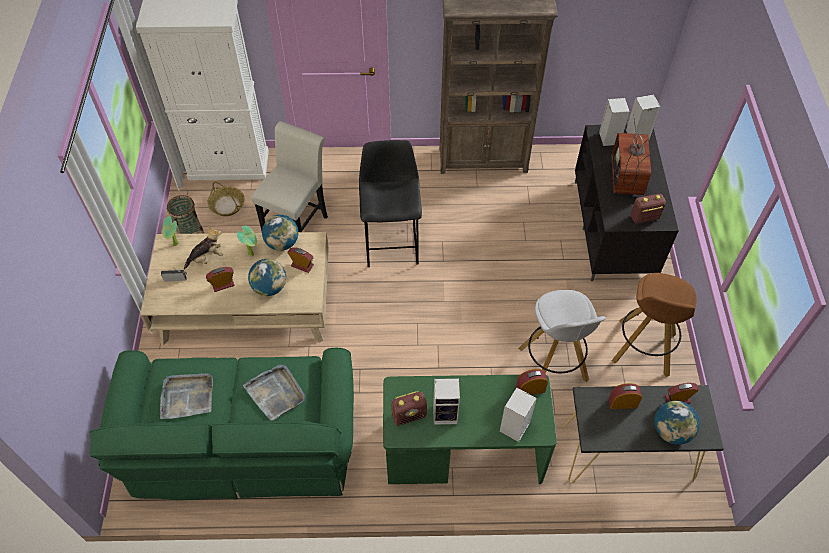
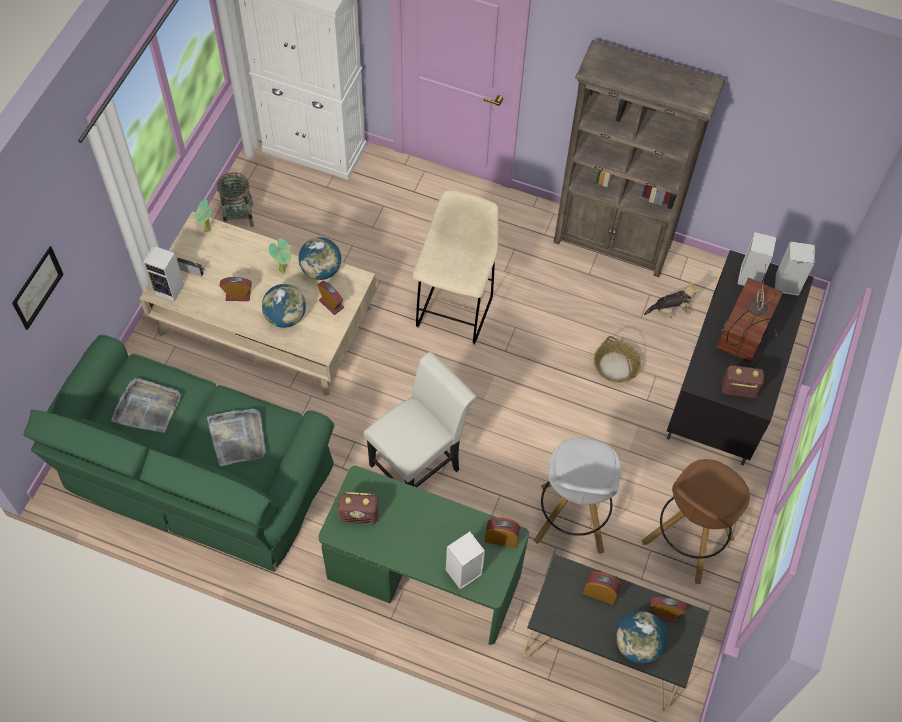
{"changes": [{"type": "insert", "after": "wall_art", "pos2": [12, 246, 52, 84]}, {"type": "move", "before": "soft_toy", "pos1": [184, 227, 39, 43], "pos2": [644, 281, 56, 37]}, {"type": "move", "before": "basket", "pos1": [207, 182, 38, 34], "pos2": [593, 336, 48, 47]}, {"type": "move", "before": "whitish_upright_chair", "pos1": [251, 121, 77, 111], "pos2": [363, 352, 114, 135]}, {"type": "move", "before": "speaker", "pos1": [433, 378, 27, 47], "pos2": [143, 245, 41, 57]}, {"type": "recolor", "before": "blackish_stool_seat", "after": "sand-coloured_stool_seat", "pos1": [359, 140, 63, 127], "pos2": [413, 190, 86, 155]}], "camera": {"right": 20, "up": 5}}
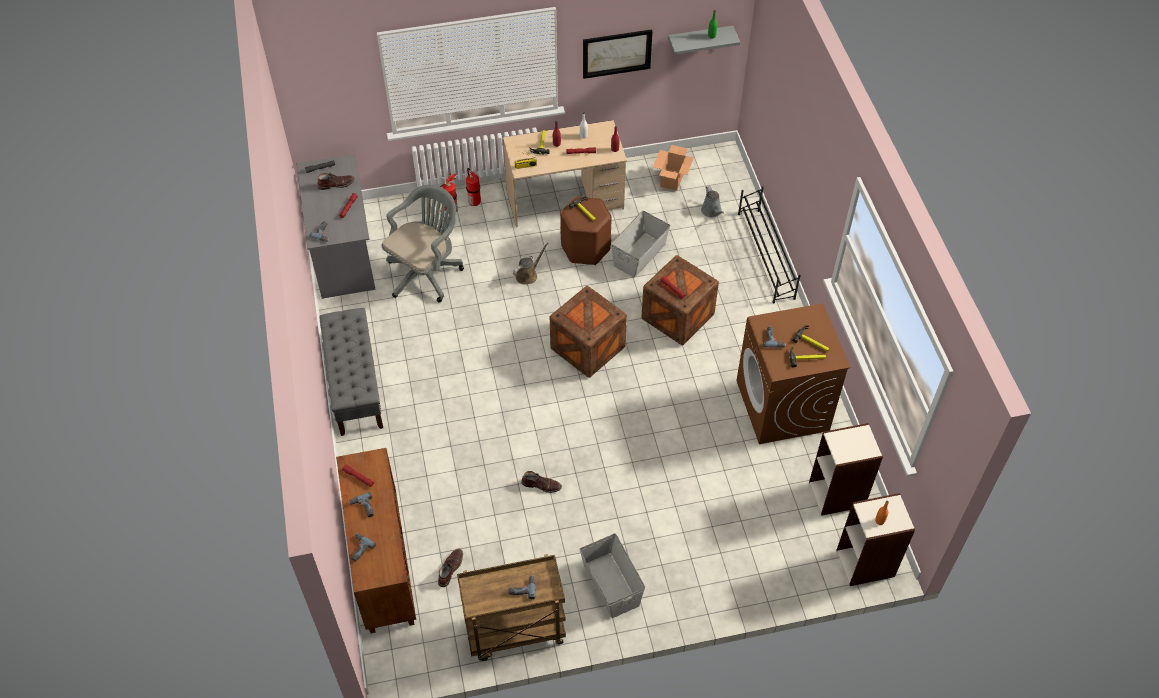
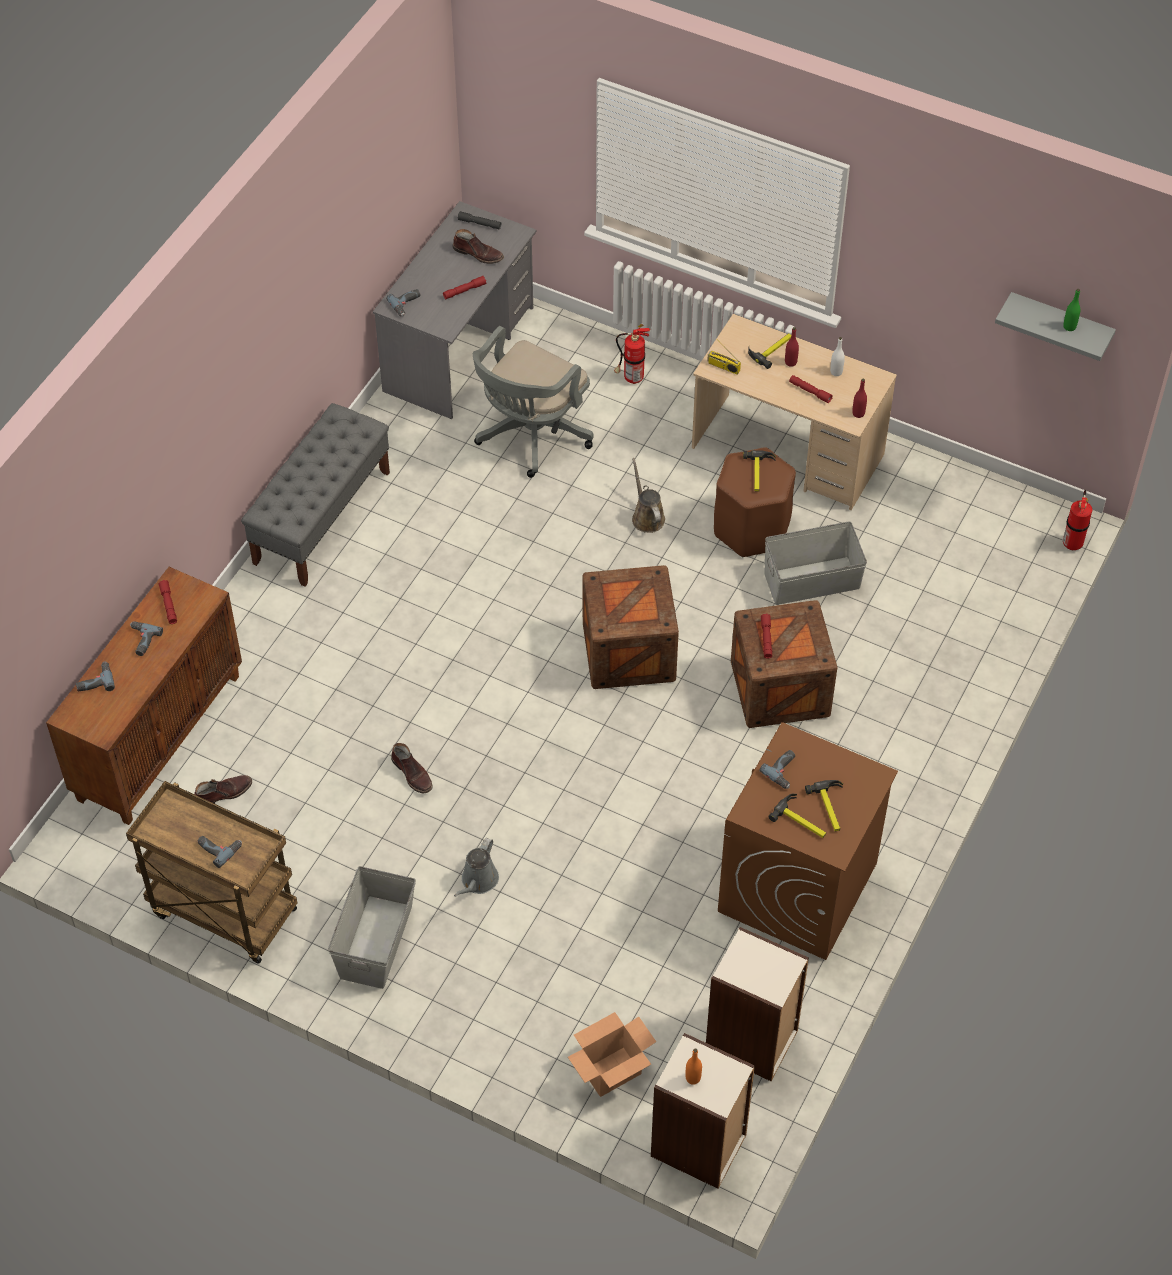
{"changes": [{"type": "delete", "before": "wall_art", "pos1": [583, 29, 69, 50]}, {"type": "delete", "before": "blackish_shoe_rack", "pos1": [738, 186, 63, 117]}, {"type": "move", "before": "extinguisher", "pos1": [466, 168, 15, 38], "pos2": [1063, 490, 29, 60]}, {"type": "move", "before": "carton", "pos1": [653, 145, 41, 46], "pos2": [568, 1012, 88, 85]}, {"type": "move", "before": "grey_sprinkling_can", "pos1": [701, 186, 23, 31], "pos2": [454, 838, 45, 59]}, {"type": "rotate", "before": "grey_office_chair", "pos1": [382, 185, 82, 117], "pos2": [473, 326, 121, 152], "turn": 135}, {"type": "rotate", "before": "brownish_sprinkling_can", "pos1": [513, 243, 36, 42], "pos2": [632, 458, 33, 75], "turn": -105}], "camera": {"right": 40, "up": 0}}
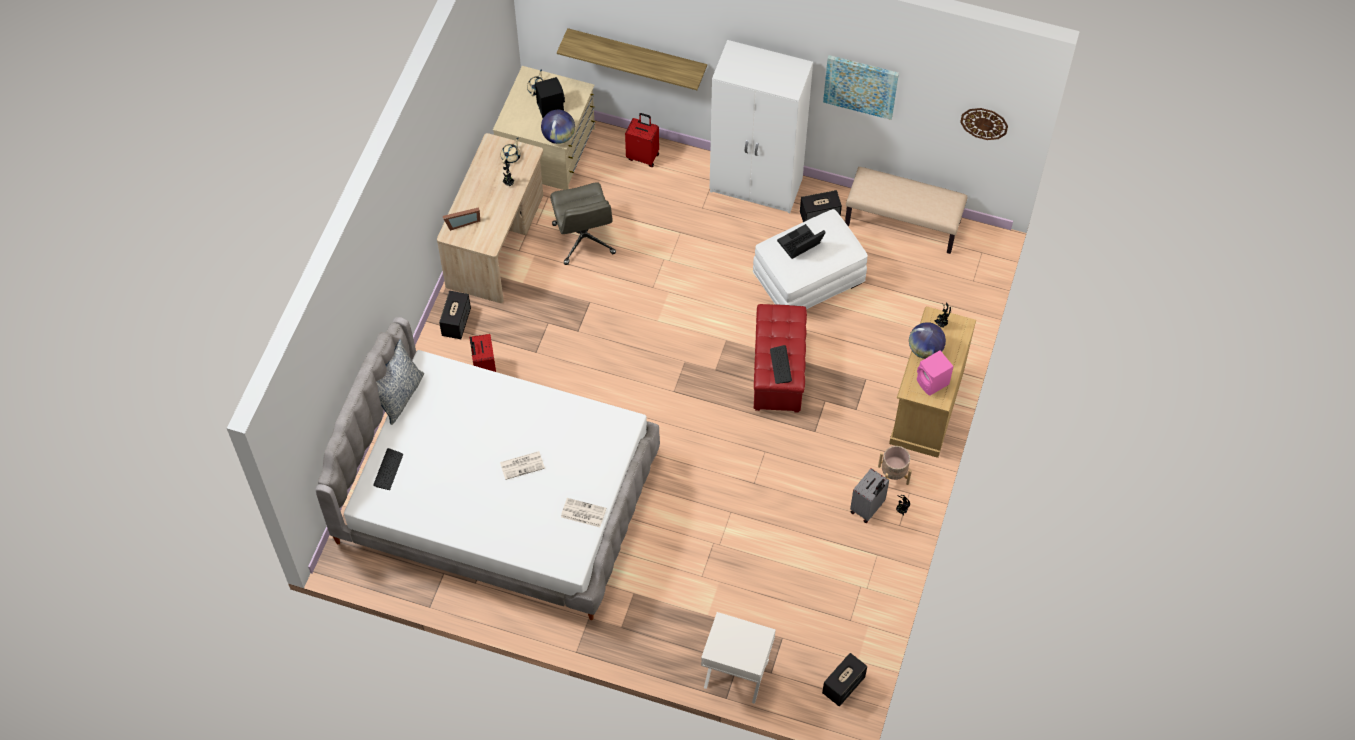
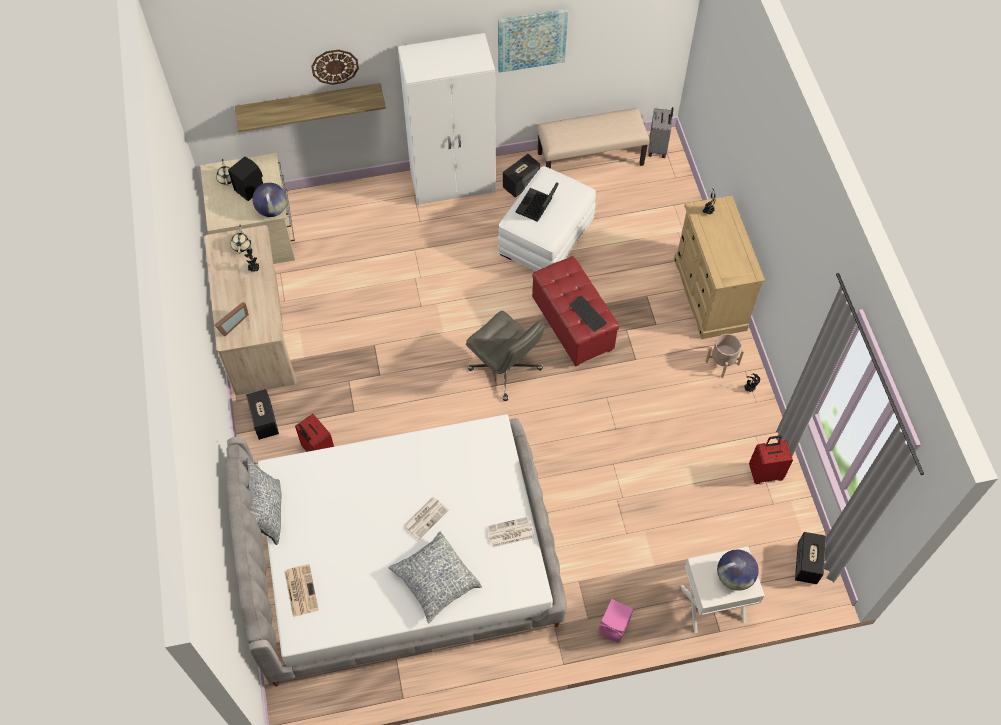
{"changes": [{"type": "insert", "after": "throw_pillow", "pos2": [389, 531, 93, 92]}, {"type": "move", "before": "grey_office_chair", "pos1": [550, 182, 66, 83], "pos2": [466, 311, 79, 90]}, {"type": "move", "before": "red-coloured_travel_case", "pos1": [625, 113, 34, 54], "pos2": [749, 435, 44, 49]}, {"type": "move", "before": "grey_travel_case", "pos1": [850, 468, 39, 55], "pos2": [648, 107, 25, 51]}, {"type": "move", "before": "globe", "pos1": [909, 322, 37, 37], "pos2": [717, 550, 42, 41]}, {"type": "move", "before": "pinkish_speaker", "pos1": [917, 350, 37, 46], "pos2": [598, 599, 35, 44]}, {"type": "move", "before": "wall_clock", "pos1": [960, 108, 48, 32], "pos2": [311, 49, 48, 36]}, {"type": "replace", "before": "PC_keyboard", "after": "printed_paper", "pos1": [373, 448, 30, 42], "pos2": [285, 564, 34, 53]}], "camera": {"right": -30, "up": 0}}
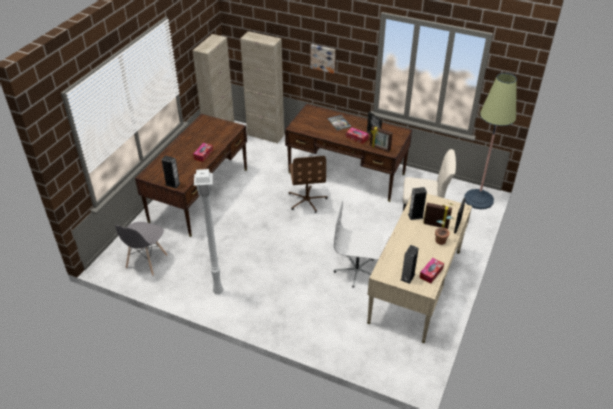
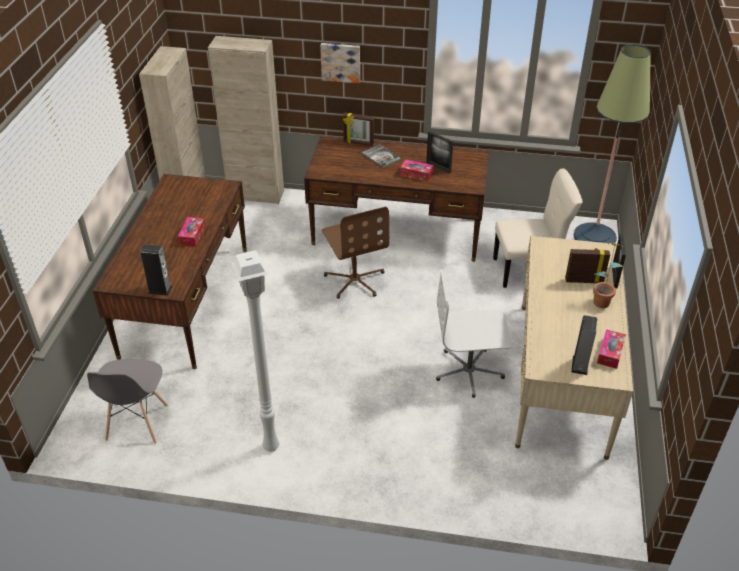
{"changes": [{"type": "delete", "before": "speaker", "pos1": [408, 187, 19, 33]}, {"type": "move", "before": "photo_frame", "pos1": [370, 126, 23, 26], "pos2": [343, 112, 31, 34]}], "camera": {"right": -15, "up": 0}}
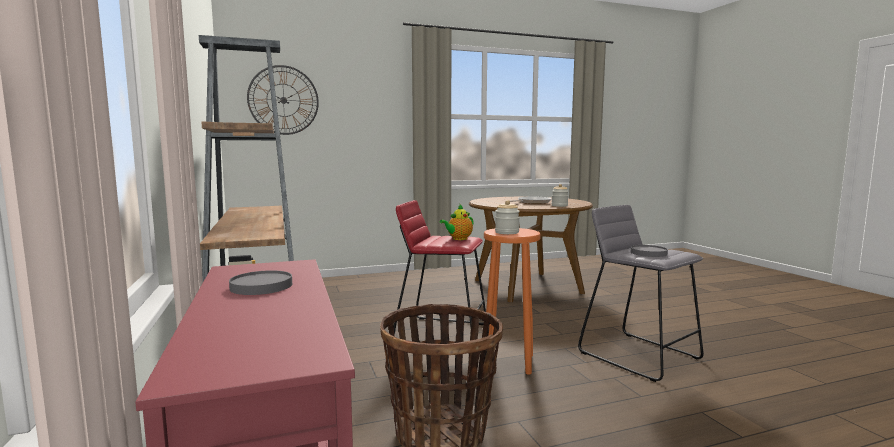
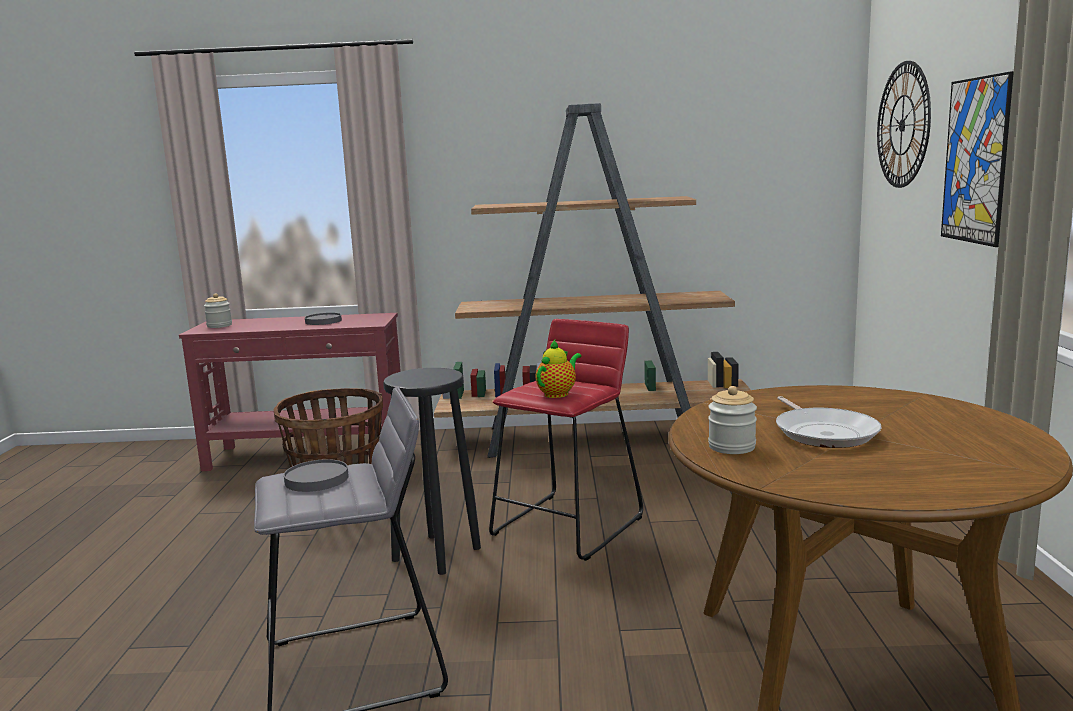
{"changes": [{"type": "insert", "after": "wall_art", "pos2": [941, 71, 73, 176]}, {"type": "move", "before": "preserve_jar", "pos1": [495, 200, 25, 34], "pos2": [204, 293, 28, 35]}, {"type": "recolor", "before": "orangey_stool_seat", "after": "blackish_stool_seat", "pos1": [484, 228, 57, 147], "pos2": [383, 368, 98, 207]}, {"type": "rotate", "before": "tea_pot", "pos1": [440, 204, 33, 36], "pos2": [536, 340, 46, 58], "turn": 60}], "camera": {"right": 110, "up": 5}}
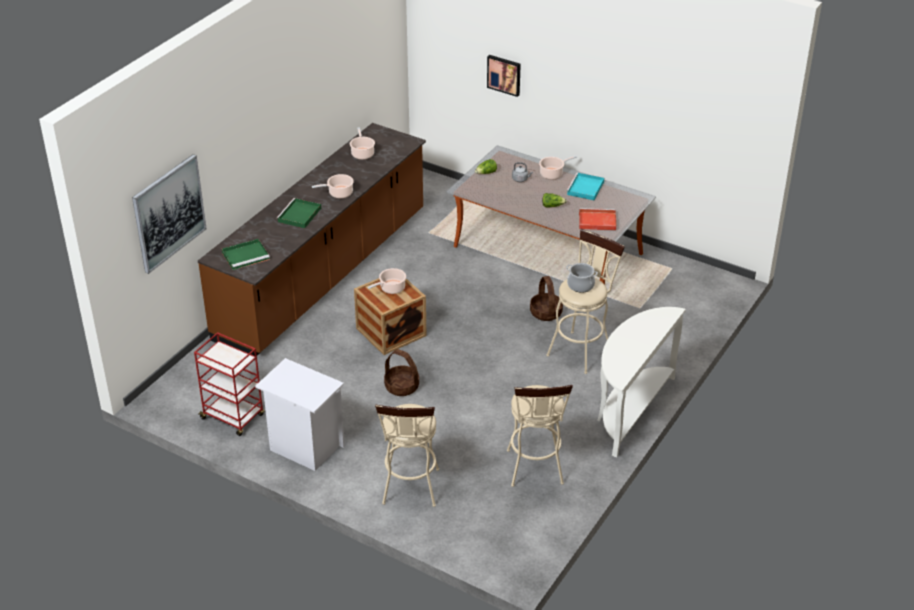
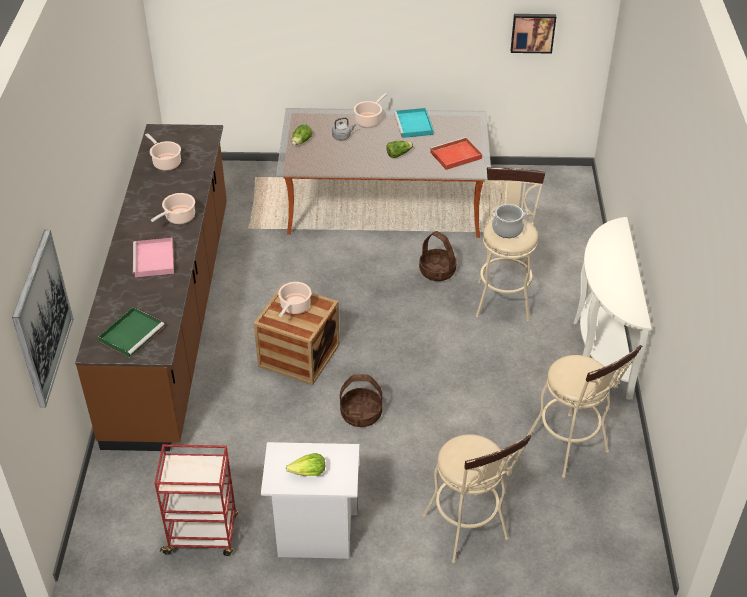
{"changes": [{"type": "insert", "after": "head_of_lettuce", "pos2": [286, 453, 39, 23]}, {"type": "move", "before": "wall_art", "pos1": [487, 55, 34, 42], "pos2": [511, 14, 45, 40]}, {"type": "recolor", "before": "green-coloured_tray", "after": "pinkish_tray", "pos1": [276, 198, 45, 30], "pos2": [133, 238, 41, 39]}], "camera": {"right": -30, "up": 5}}
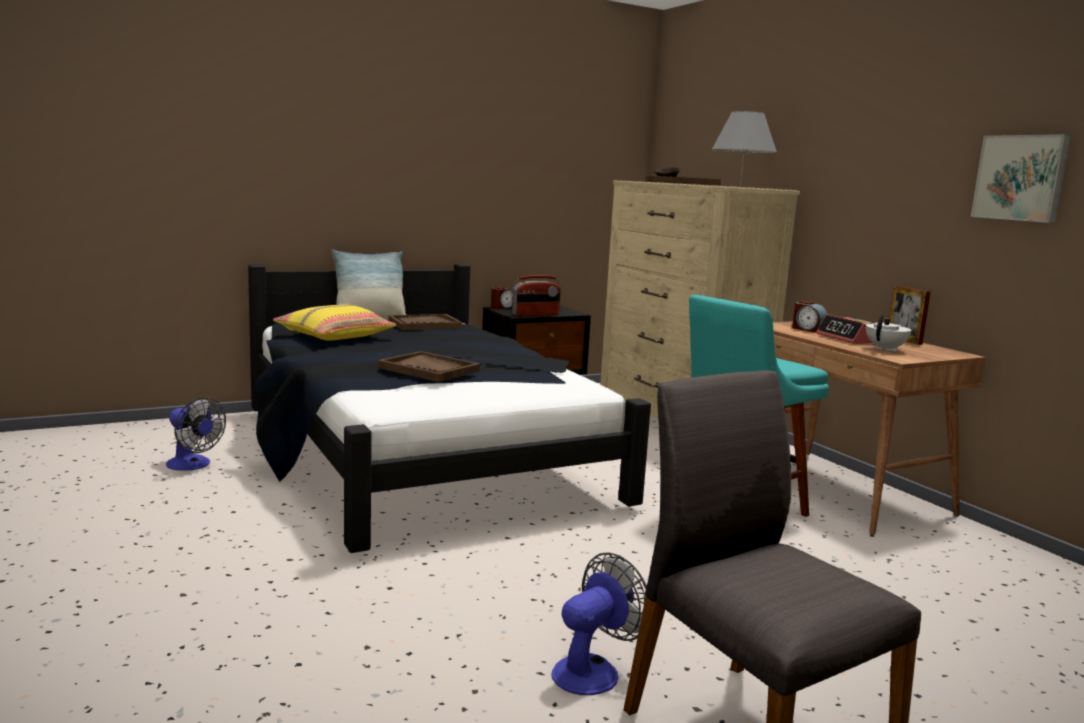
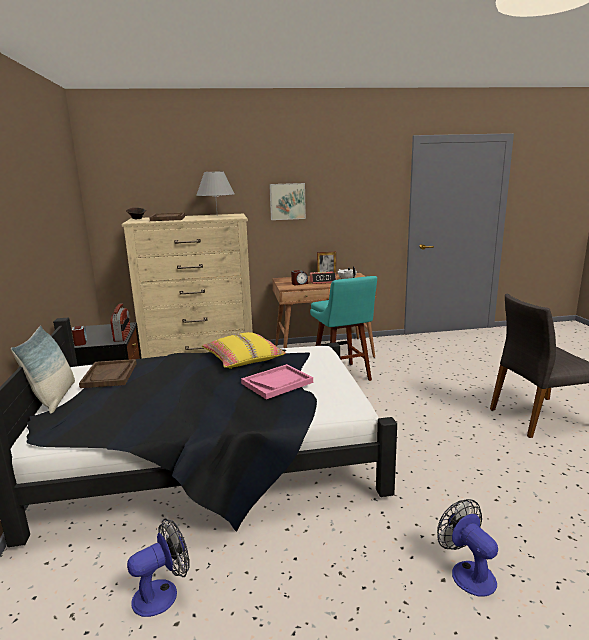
{"changes": [{"type": "move", "before": "yellowish_throw_pillow", "pos1": [273, 304, 124, 37], "pos2": [202, 332, 84, 37]}, {"type": "move", "before": "electric_fan", "pos1": [551, 552, 96, 143], "pos2": [437, 499, 61, 98]}, {"type": "move", "before": "wall_art", "pos1": [971, 134, 100, 89], "pos2": [269, 183, 37, 37]}, {"type": "recolor", "before": "brownish_tray", "after": "pinkish_tray", "pos1": [378, 351, 102, 31], "pos2": [241, 364, 72, 35]}], "camera": {"right": -70, "up": 5}}
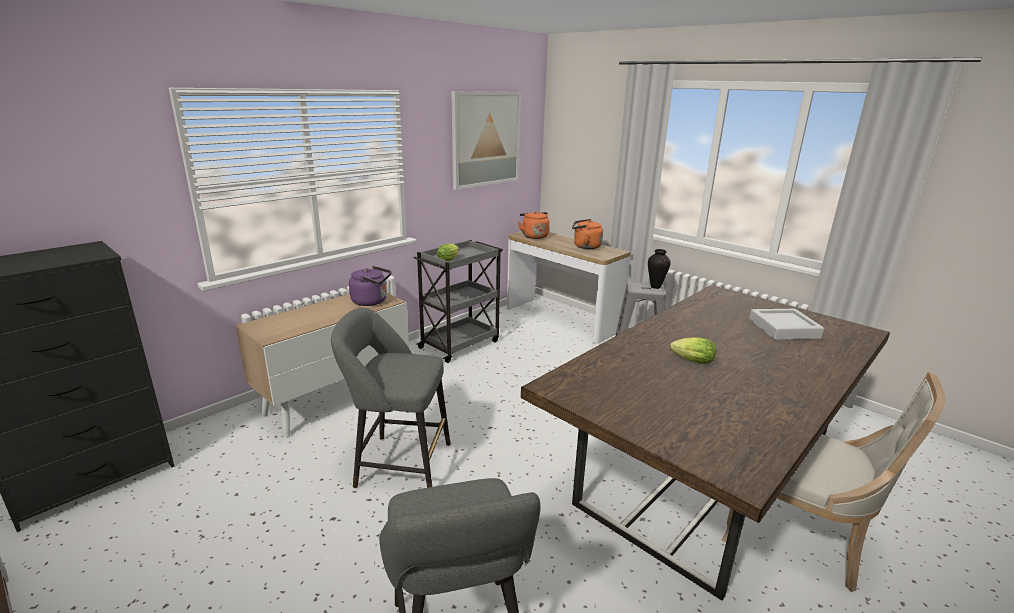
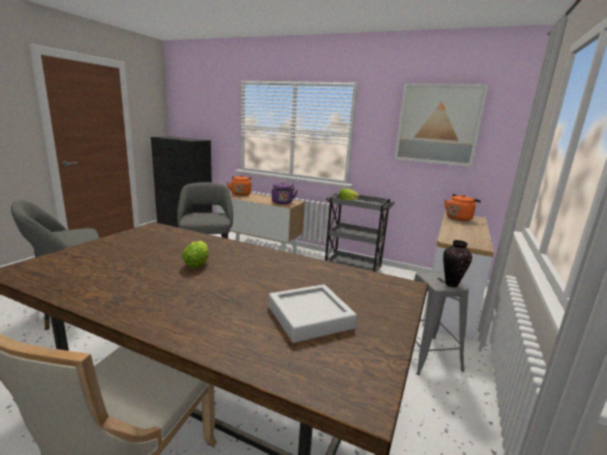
{"changes": [{"type": "move", "before": "orangey_tea_kettle", "pos1": [572, 219, 31, 30], "pos2": [227, 175, 24, 21]}], "camera": {"right": 70, "up": -5}}
